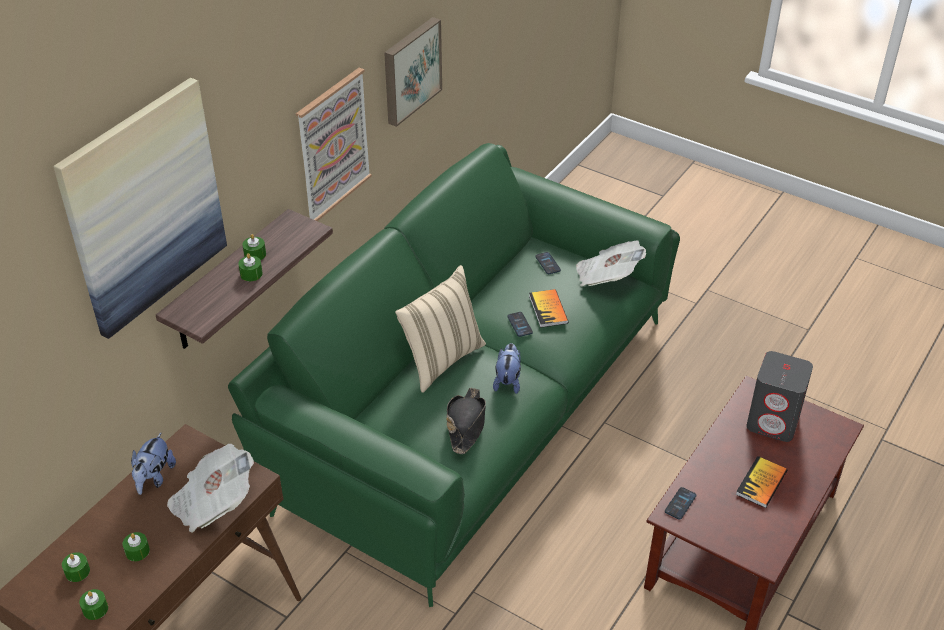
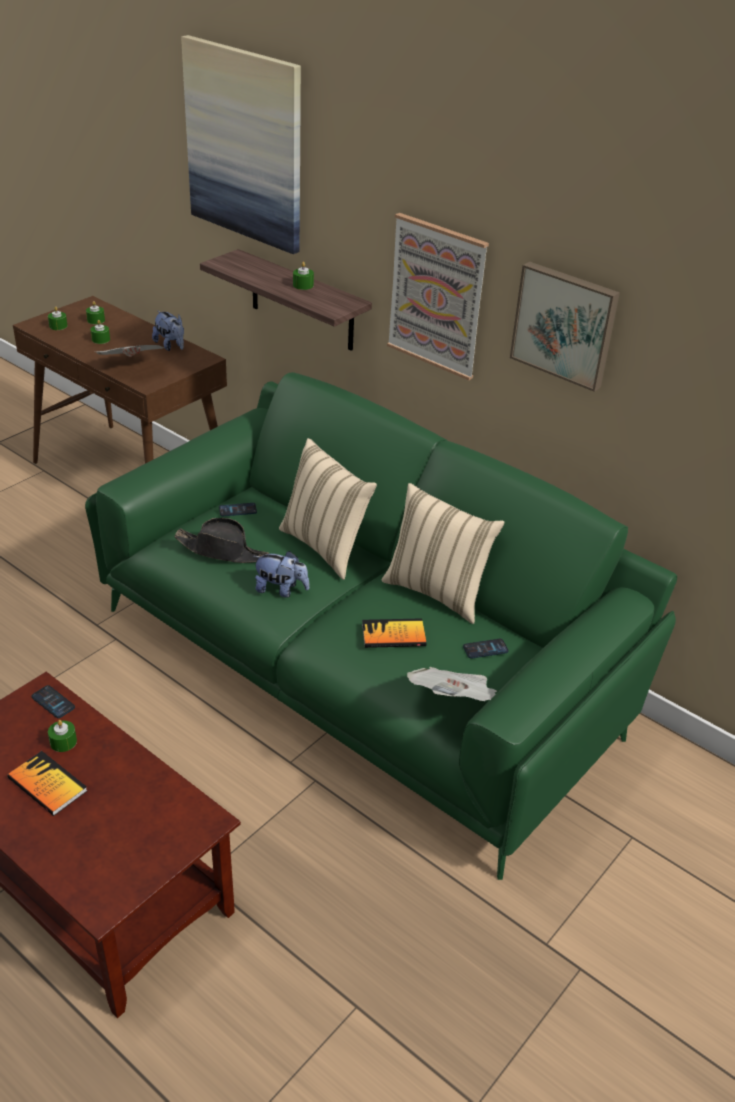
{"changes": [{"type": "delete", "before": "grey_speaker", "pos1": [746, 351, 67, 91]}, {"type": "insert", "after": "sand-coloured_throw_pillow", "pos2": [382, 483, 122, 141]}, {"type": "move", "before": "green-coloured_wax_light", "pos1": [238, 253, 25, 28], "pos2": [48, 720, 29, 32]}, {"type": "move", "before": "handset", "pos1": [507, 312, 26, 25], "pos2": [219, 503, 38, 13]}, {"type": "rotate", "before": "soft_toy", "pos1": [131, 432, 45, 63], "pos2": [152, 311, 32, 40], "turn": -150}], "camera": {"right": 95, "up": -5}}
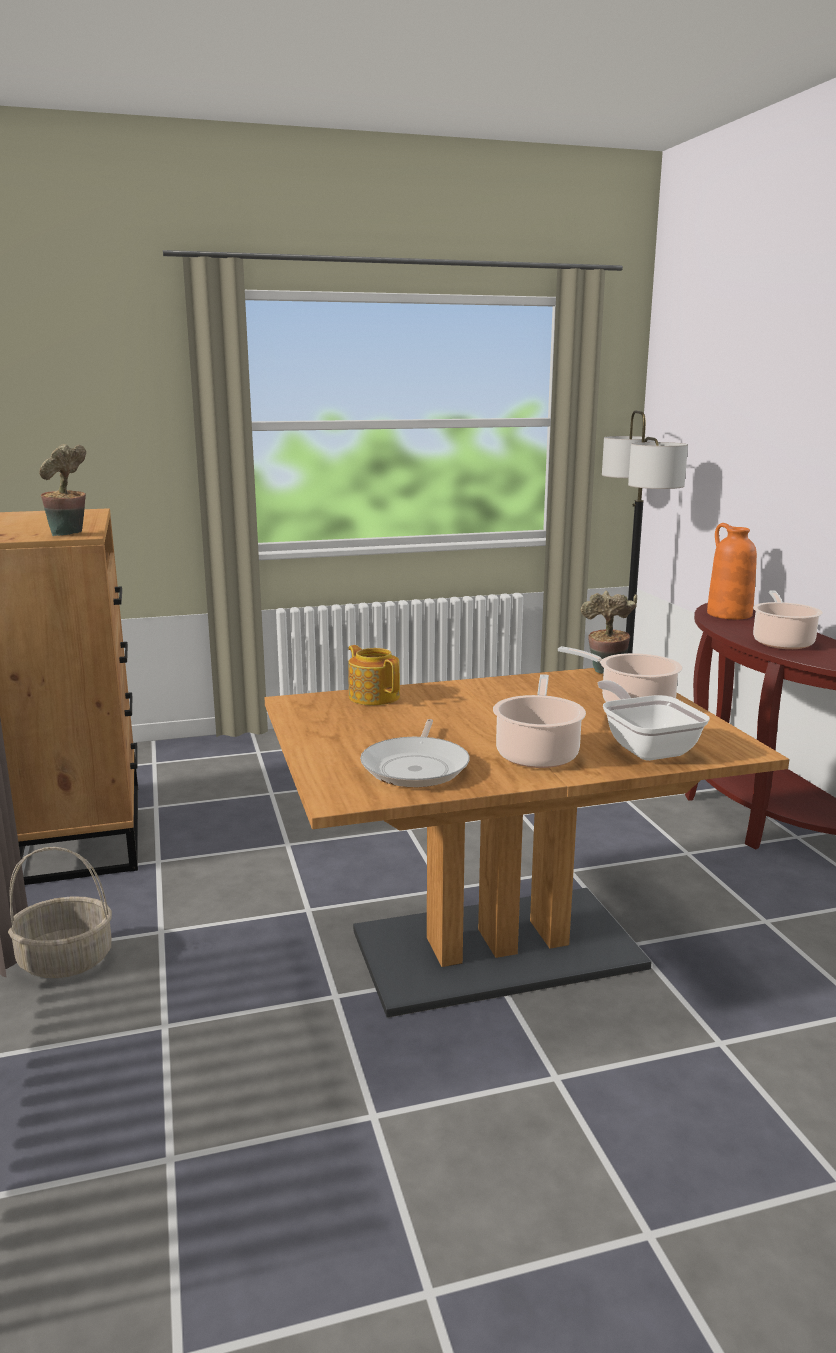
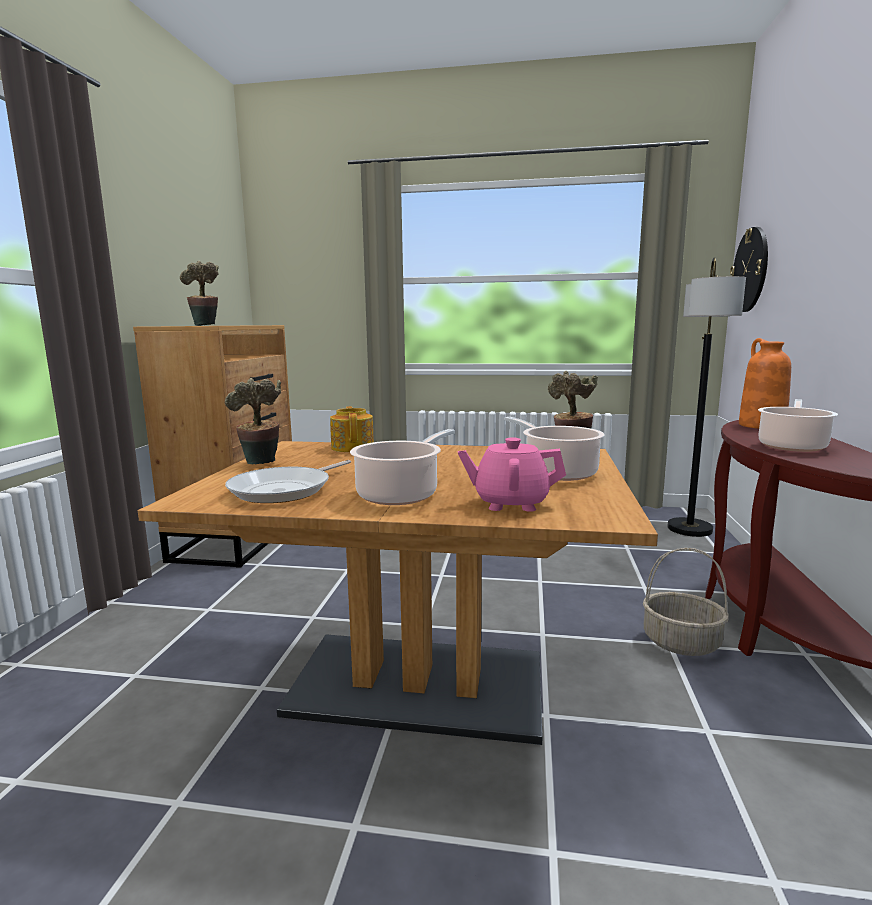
{"changes": [{"type": "insert", "after": "potted_plant", "pos2": [225, 378, 56, 87]}, {"type": "insert", "after": "wall_clock", "pos2": [730, 227, 38, 85]}, {"type": "move", "before": "basket", "pos1": [8, 847, 104, 131], "pos2": [643, 548, 86, 108]}, {"type": "replace", "before": "skillet", "after": "pinkish_tea_pot", "pos1": [598, 680, 112, 81], "pos2": [458, 438, 108, 74]}], "camera": {"right": 25, "up": -5}}
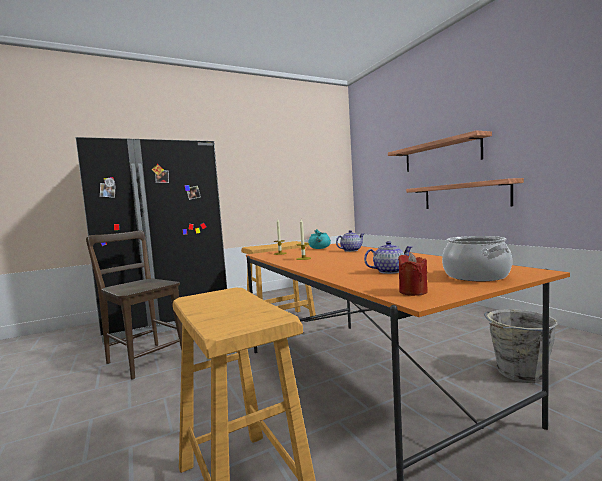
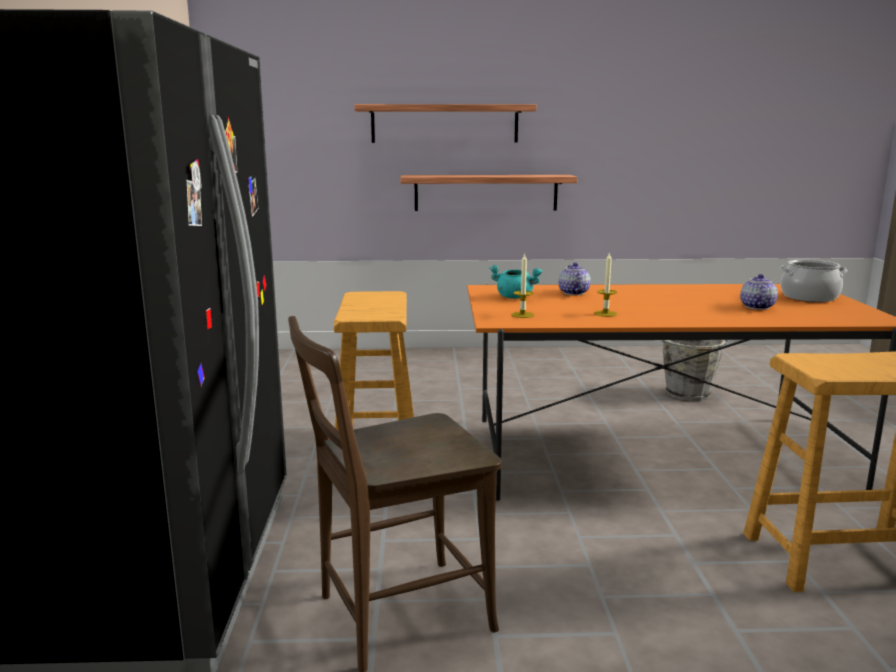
{"changes": [{"type": "delete", "before": "red-coloured_wax_light", "pos1": [398, 253, 30, 43]}], "camera": {"right": -65, "up": 10}}
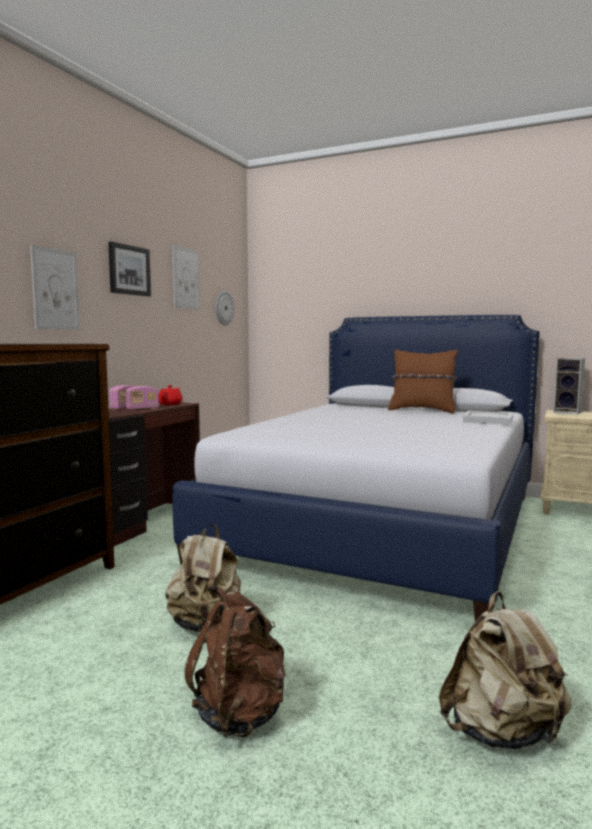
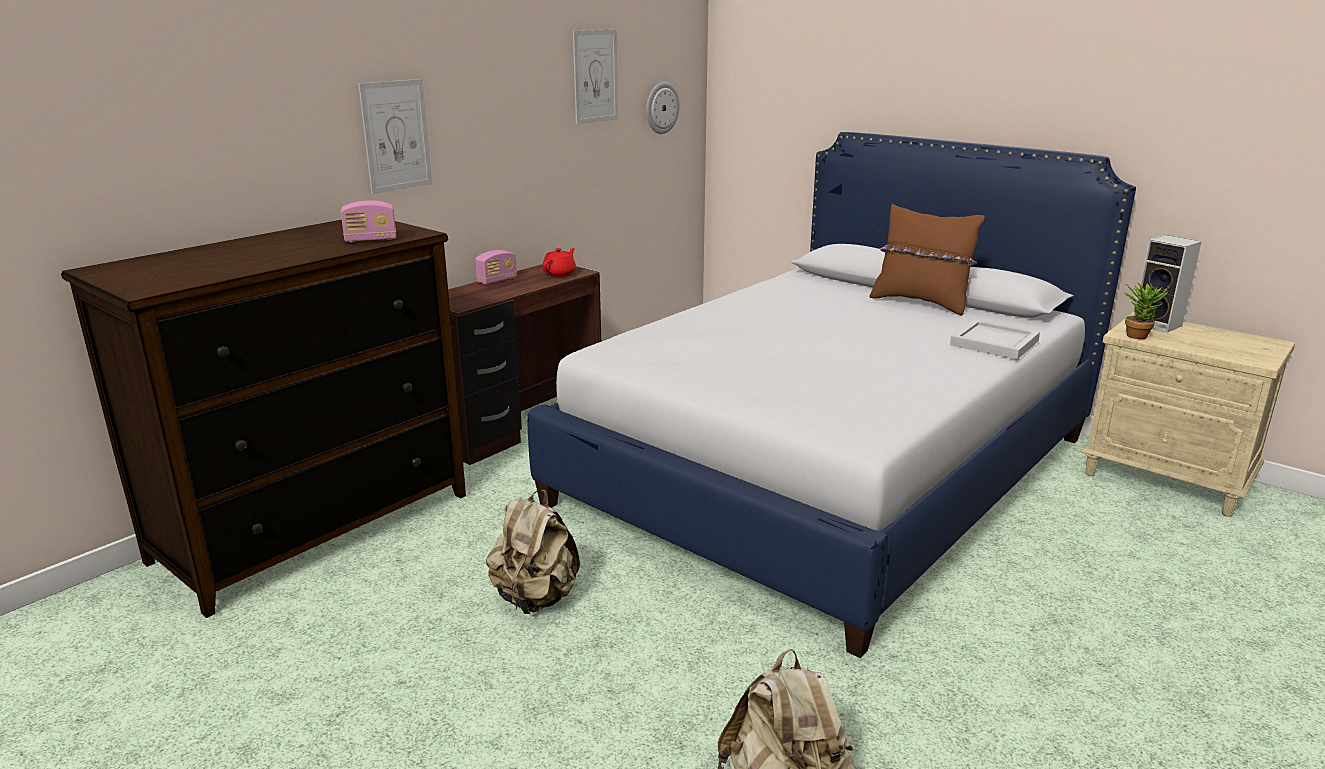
{"changes": [{"type": "delete", "before": "wall_art", "pos1": [108, 241, 43, 55]}, {"type": "delete", "before": "brownish_backpack", "pos1": [185, 587, 101, 150]}, {"type": "insert", "after": "potted_plant", "pos2": [1124, 283, 45, 56]}, {"type": "move", "before": "radio", "pos1": [126, 386, 33, 24], "pos2": [341, 201, 55, 41]}], "camera": {"right": 15, "up": 15}}
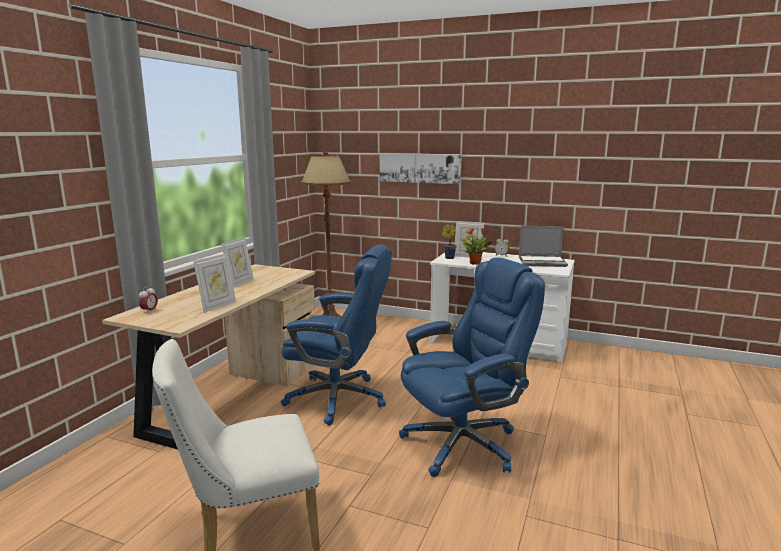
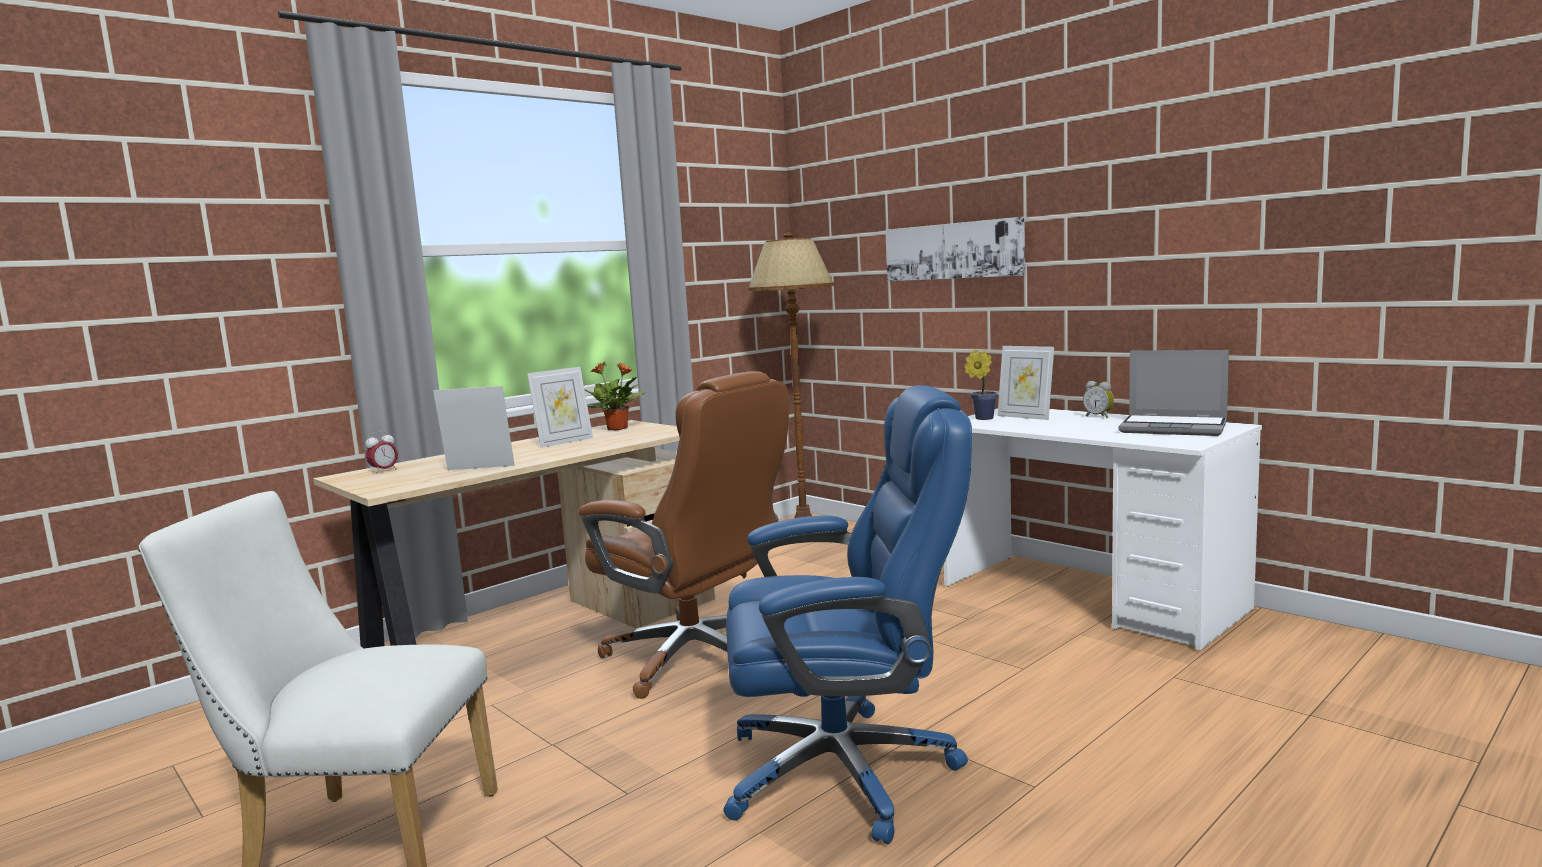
{"changes": [{"type": "move", "before": "potted_plant", "pos1": [460, 228, 33, 37], "pos2": [584, 361, 62, 69]}, {"type": "recolor", "before": "blue-coloured_office_chair", "after": "brownish_office_chair", "pos1": [281, 244, 111, 182], "pos2": [578, 371, 211, 328]}, {"type": "rotate", "before": "photo_frame", "pos1": [193, 253, 43, 59], "pos2": [433, 386, 82, 84], "turn": -150}], "camera": {"right": 25, "up": -5}}
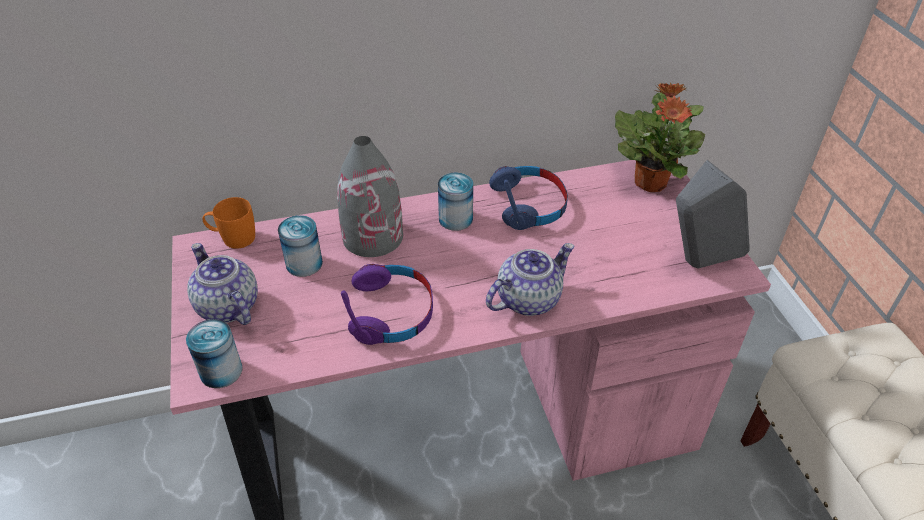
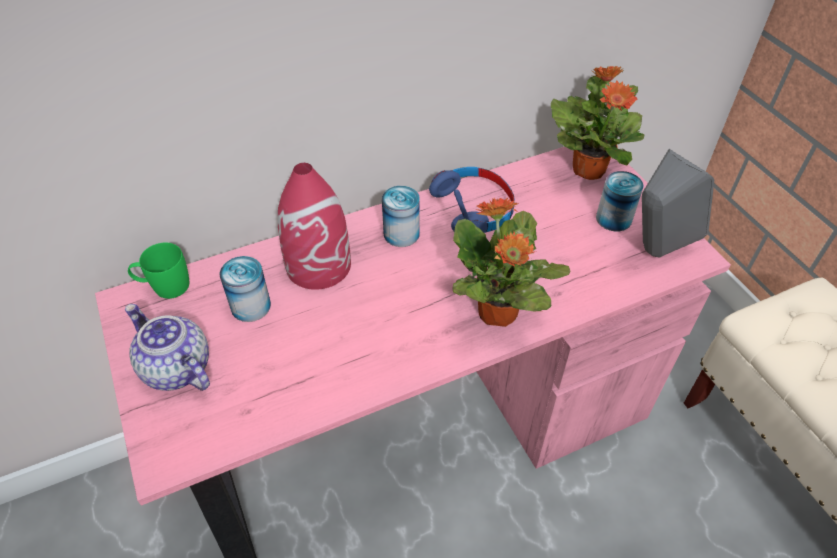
{"changes": [{"type": "delete", "before": "purple_headset", "pos1": [341, 264, 92, 81]}, {"type": "move", "before": "sealed_can", "pos1": [186, 319, 56, 69], "pos2": [596, 171, 47, 60]}, {"type": "replace", "before": "tea_pot", "after": "potted_plant", "pos1": [486, 243, 88, 73], "pos2": [452, 198, 118, 129]}, {"type": "recolor", "before": "orangey_mug", "after": "green-coloured_mug", "pos1": [202, 197, 53, 52], "pos2": [128, 242, 61, 57]}, {"type": "recolor", "before": "grey_flower_vase", "after": "red-coloured_flower_vase", "pos1": [337, 136, 66, 121], "pos2": [278, 163, 73, 127]}], "camera": {"right": -10, "up": 5}}
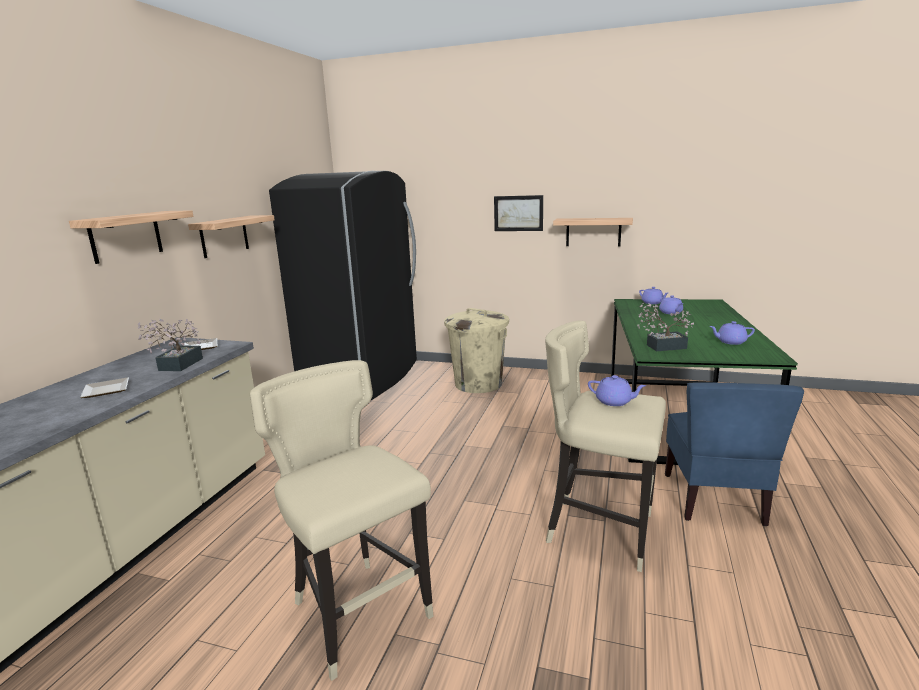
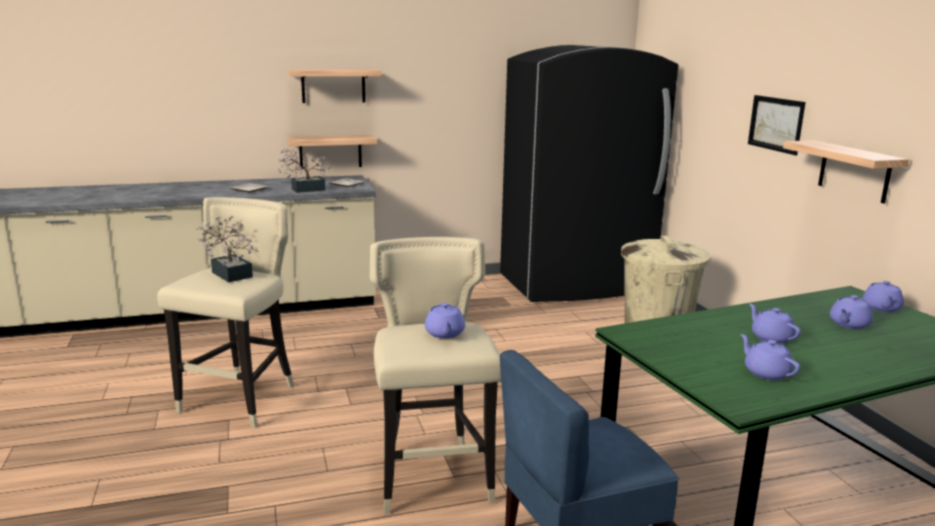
{"changes": [{"type": "insert", "after": "purple_tea_pot", "pos2": [749, 304, 52, 40]}, {"type": "move", "before": "wall_shelf", "pos1": [188, 215, 87, 43], "pos2": [286, 135, 91, 34]}, {"type": "move", "before": "potted_plant", "pos1": [637, 303, 57, 48], "pos2": [196, 215, 62, 68]}], "camera": {"right": 55, "up": 0}}
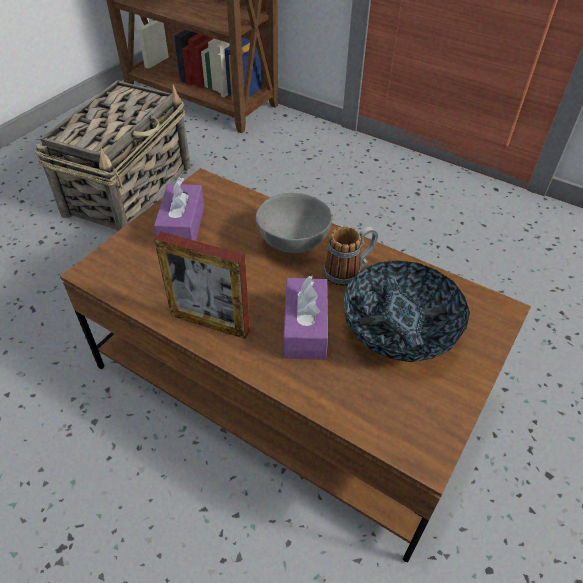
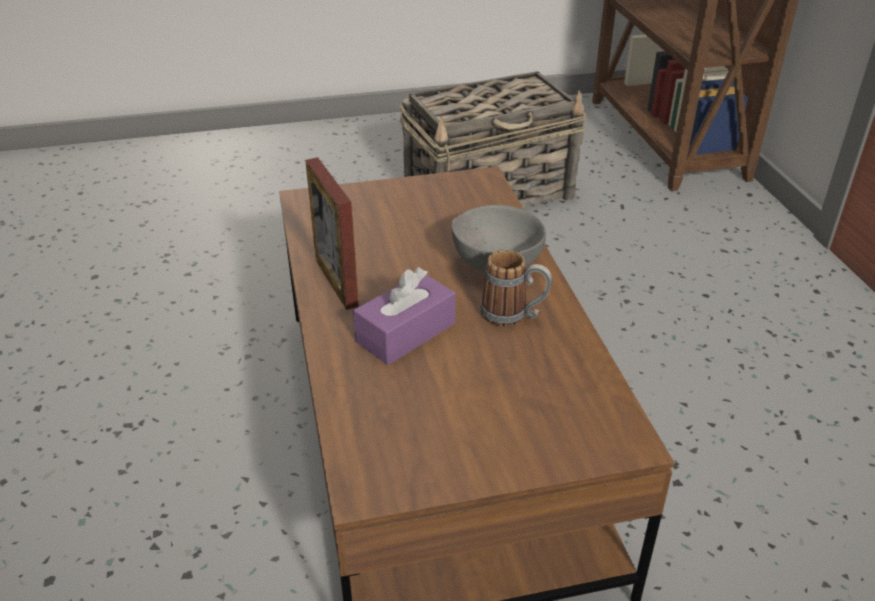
{"changes": [{"type": "delete", "before": "purple_box_of_tissues", "pos1": [154, 178, 50, 63]}, {"type": "delete", "before": "serving_bowl", "pos1": [344, 261, 126, 101]}], "camera": {"right": 45, "up": -10}}
